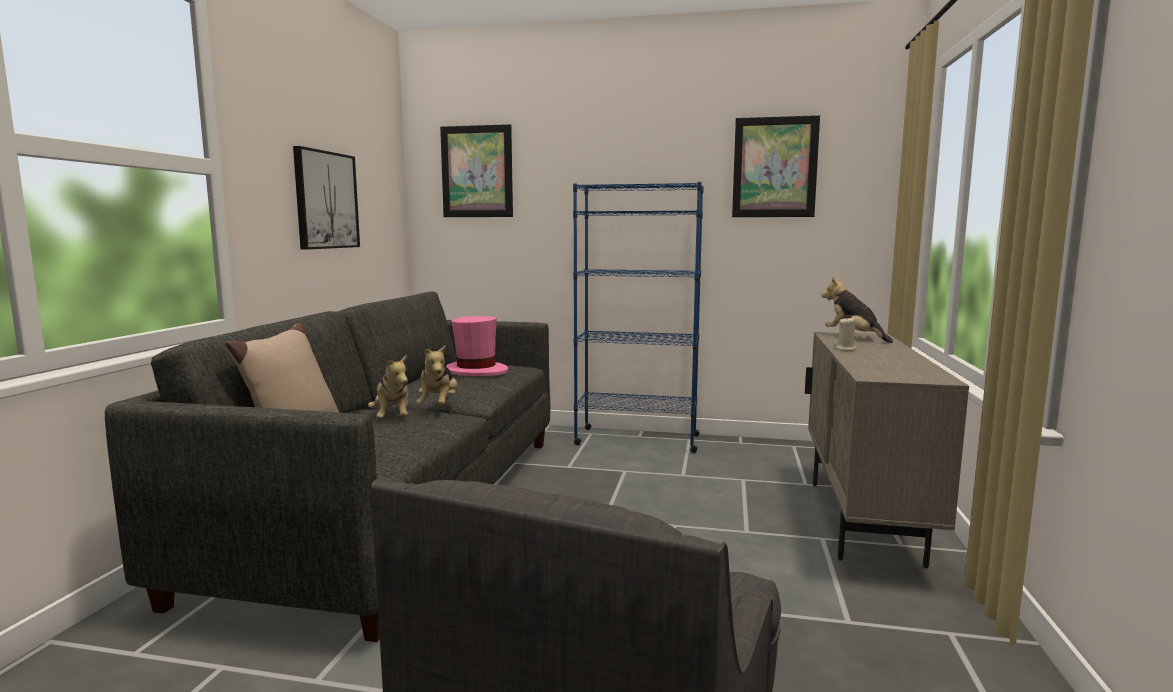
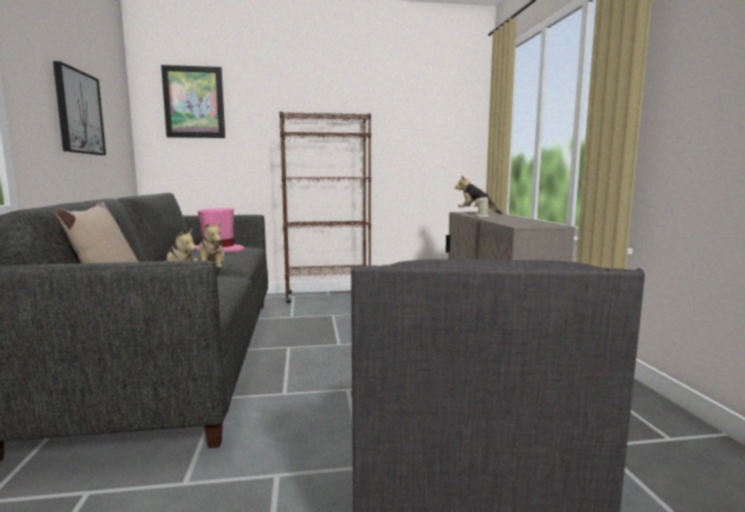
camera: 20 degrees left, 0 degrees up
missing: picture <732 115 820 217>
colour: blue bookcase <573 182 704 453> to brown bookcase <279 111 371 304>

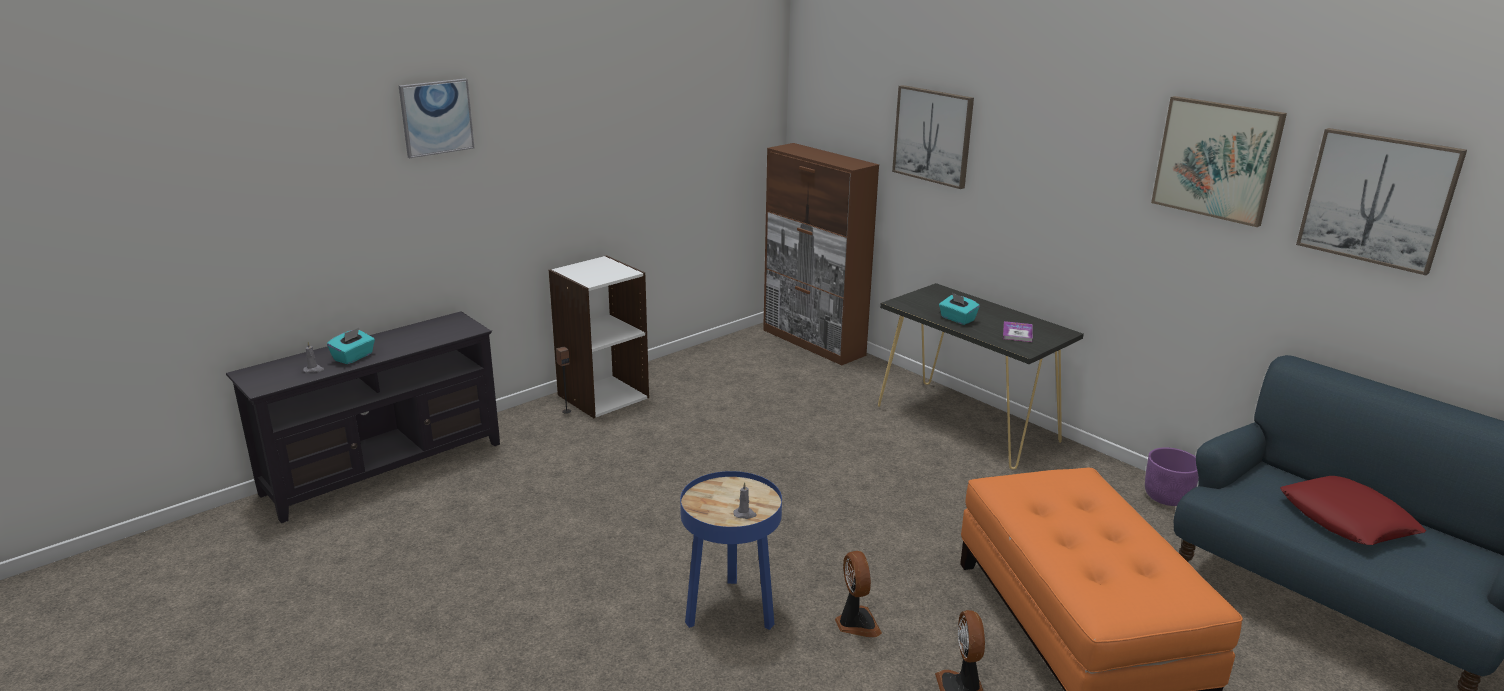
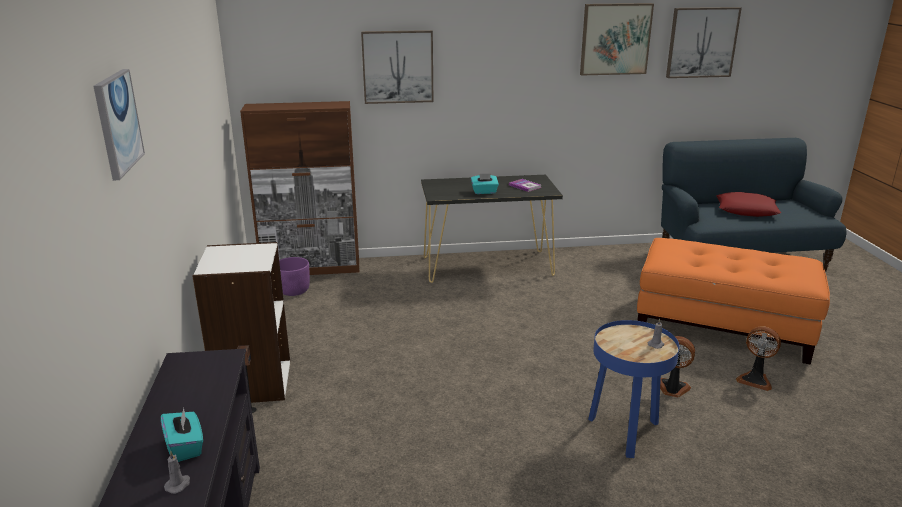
camera: 55 degrees left, 0 degrees up
relocated: purple planter <1145 447 1199 506> to <279 257 310 296>

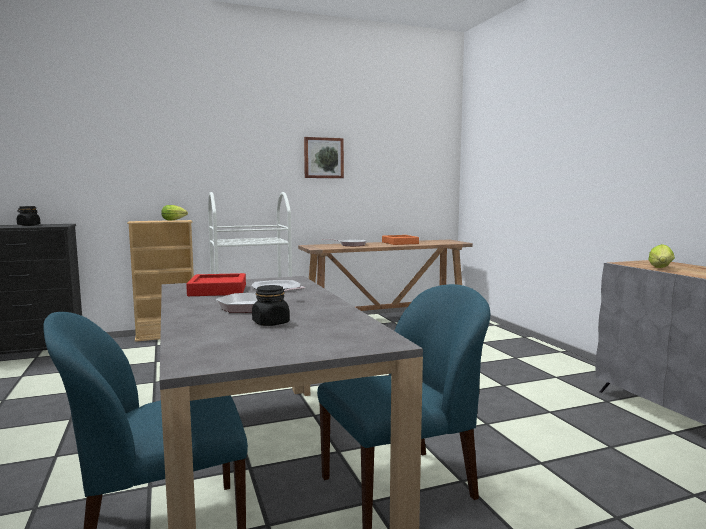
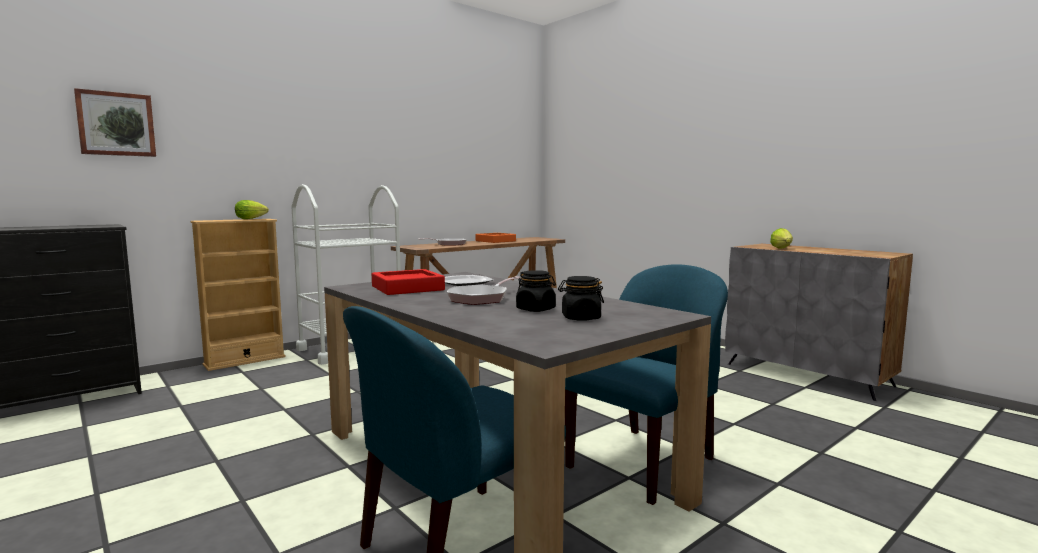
camera: 20 degrees left, 0 degrees up
relocated: picture <304 137 344 178> to <74 88 156 157>; black jar <17 206 40 226> to <558 276 604 321>

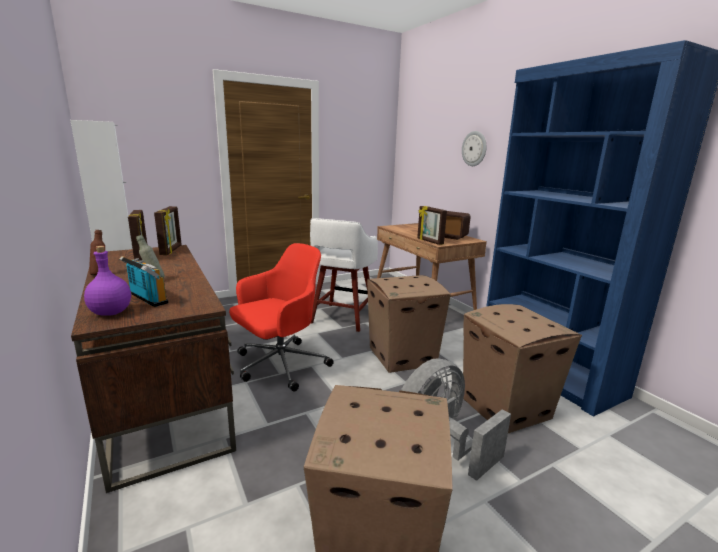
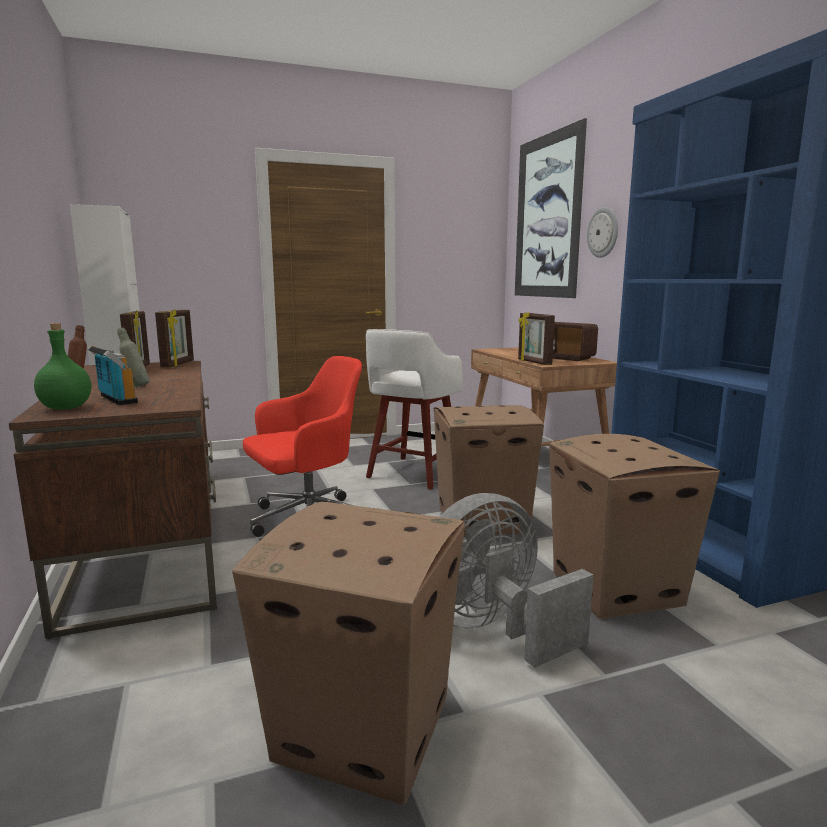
camera: 10 degrees right, 5 degrees down
appeared: picture <515 118 587 298>
colour: purple bottle <84 246 131 316> to green bottle <34 323 91 410>

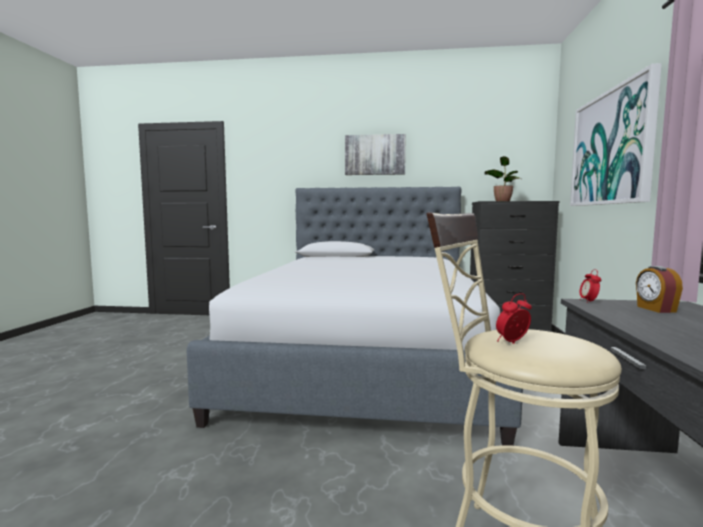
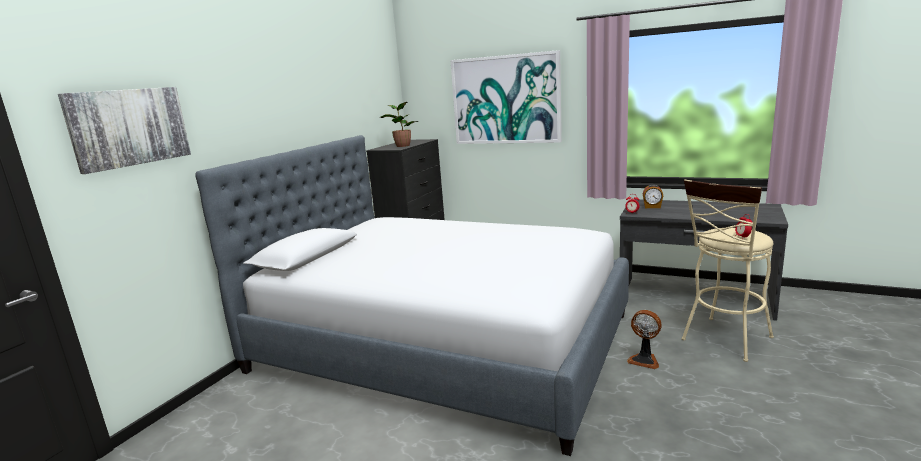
camera: 70 degrees left, 10 degrees up
appeared: fan <627 310 662 369>
relocated: picture <345 134 406 175> to <58 87 191 174>

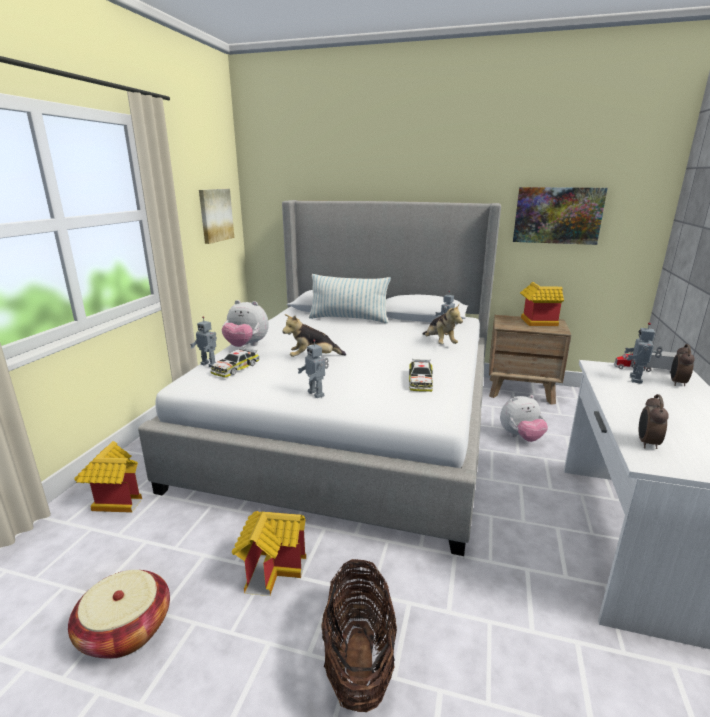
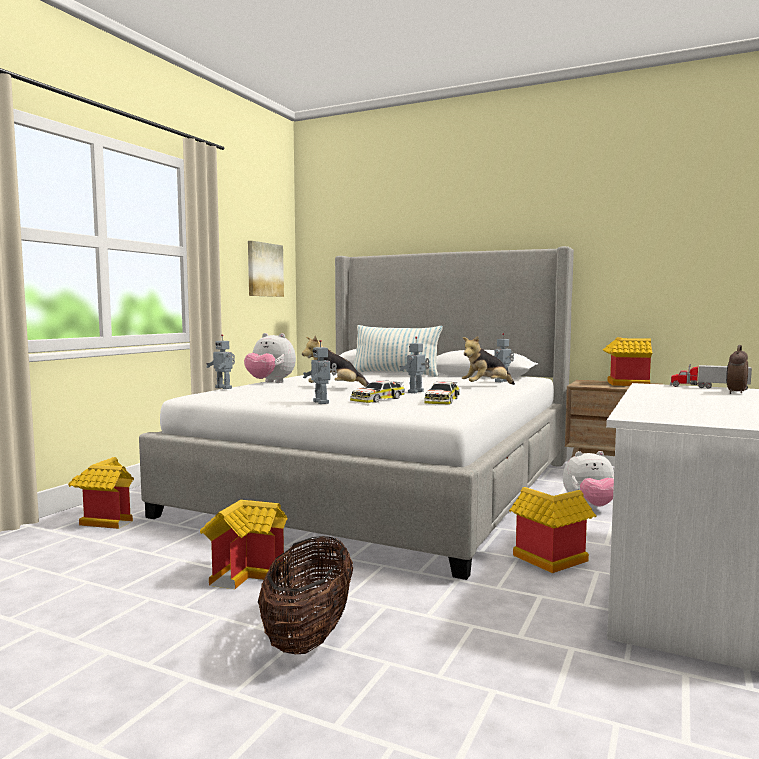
camera: 10 degrees right, 15 degrees down
missing: picture <513 187 608 245>; alarm clock <639 394 669 449>; basket <68 570 170 659>
appeared: toy house <509 487 596 573>
relocated: toy robot <624 322 663 384> to <399 337 430 393>; toy car <211 347 259 377> to <350 380 405 403>
spun: plush toy <423 304 463 344> = <462 336 515 385> 75 degrees clockwise

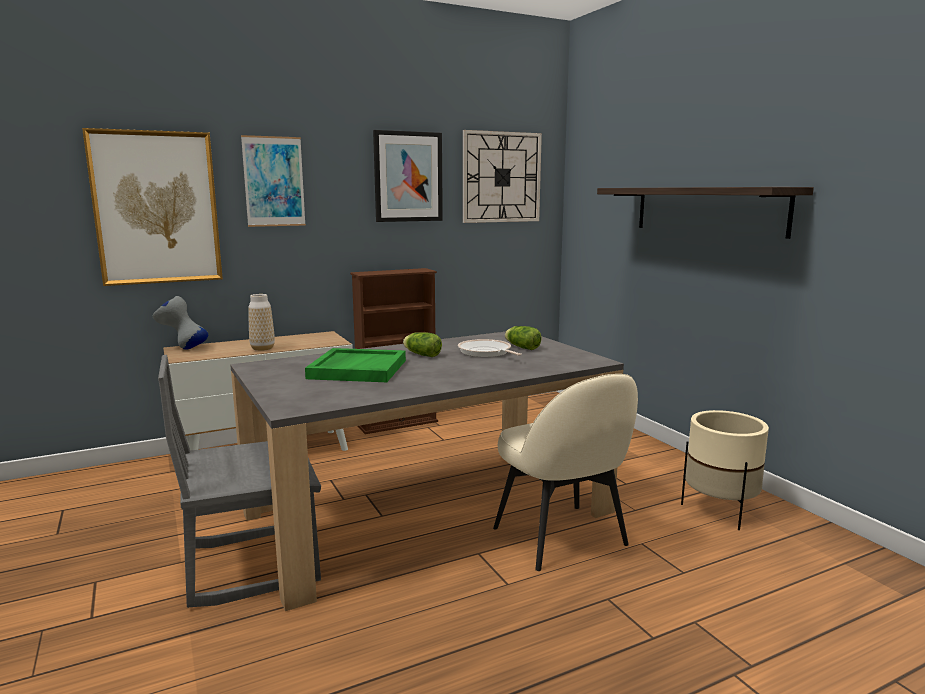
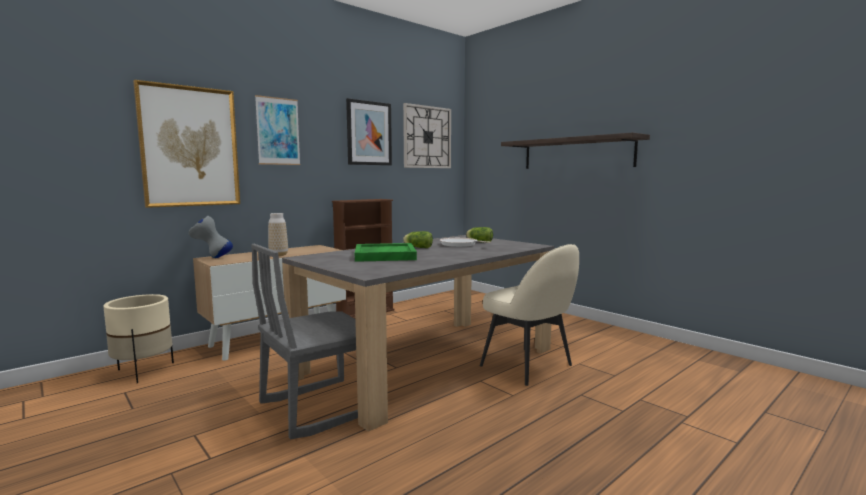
camera: 15 degrees left, 5 degrees down
relocated: beige planter <681 410 769 530> to <103 294 174 383>

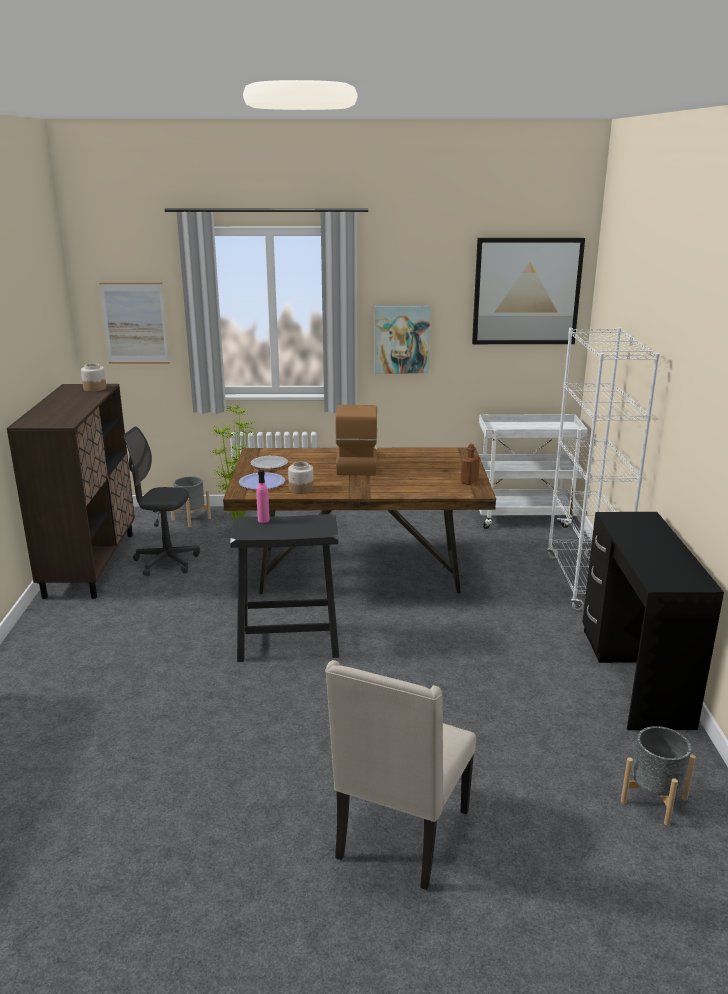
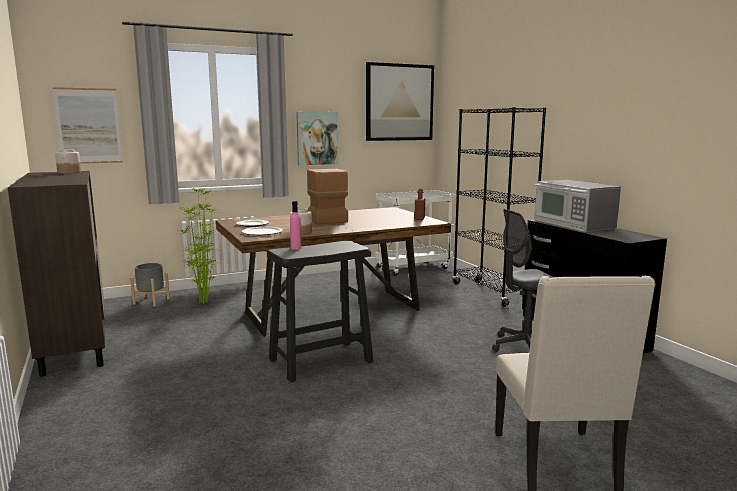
camera: 25 degrees left, 10 degrees down
missing: grey planter <621 726 696 826>
appeared: microwave <534 180 621 232>
relocated: grey office chair <123 426 200 576> to <492 209 555 352>
colour: white bookcase <547 328 660 611> to black bookcase <453 107 546 307>

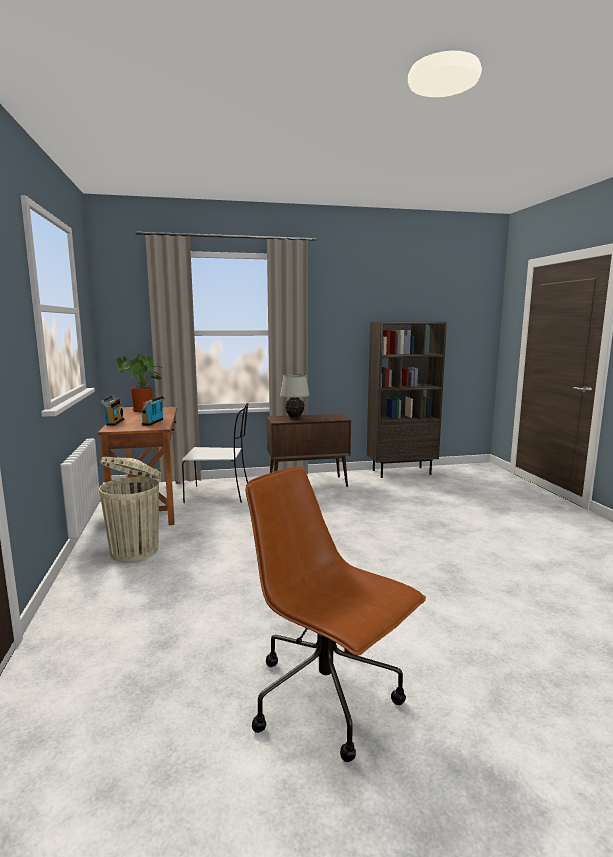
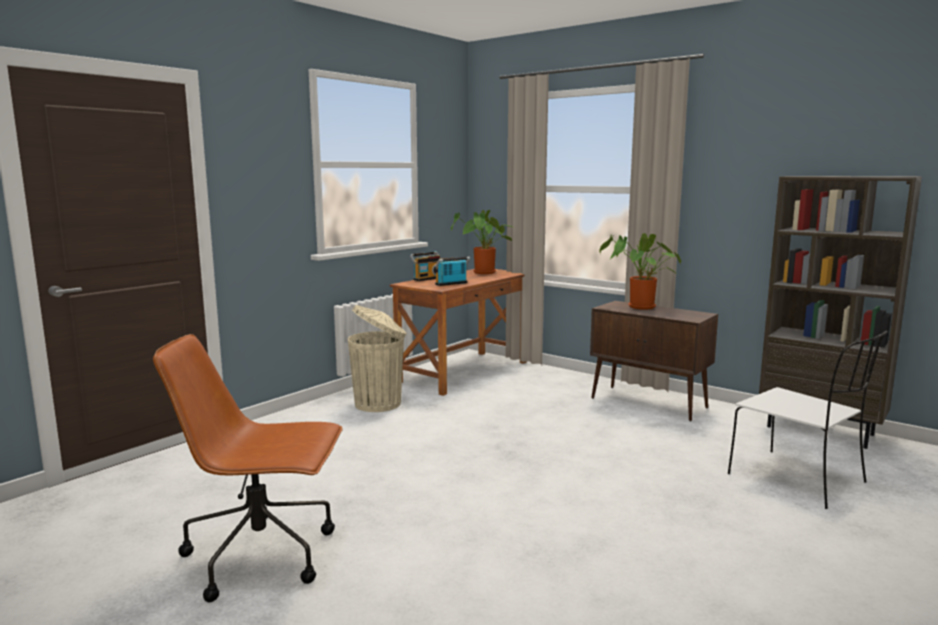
camera: 50 degrees right, 0 degrees up
relocated: white chair <182 403 248 503> to <728 331 888 509>
exchanged: white table lamp <280 374 310 418> to potted plant <600 233 681 310>
spun: brown office chair <246 466 426 762> = <153 334 343 602> 90 degrees counterclockwise

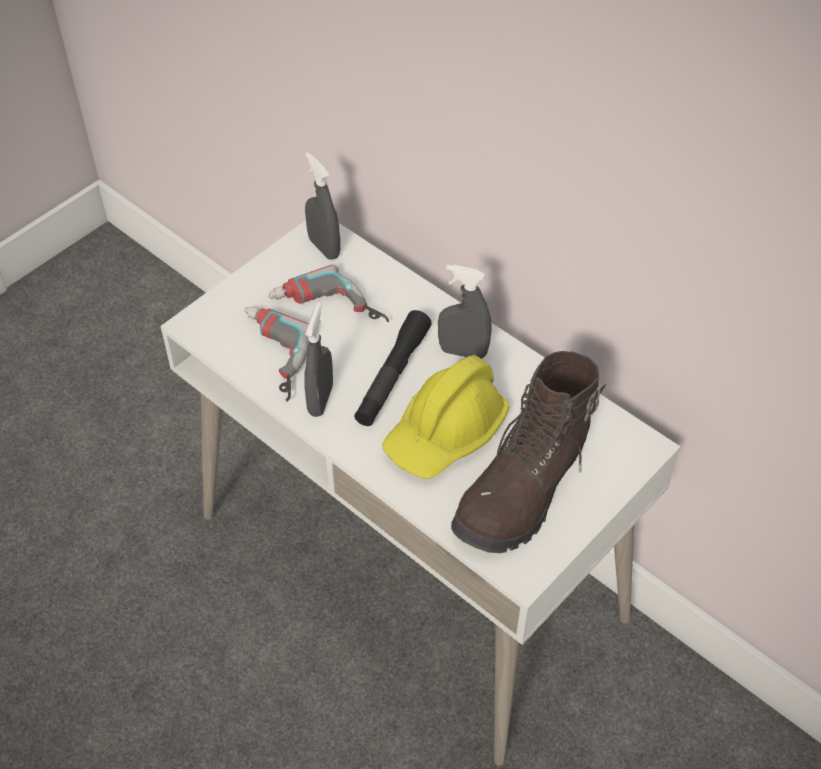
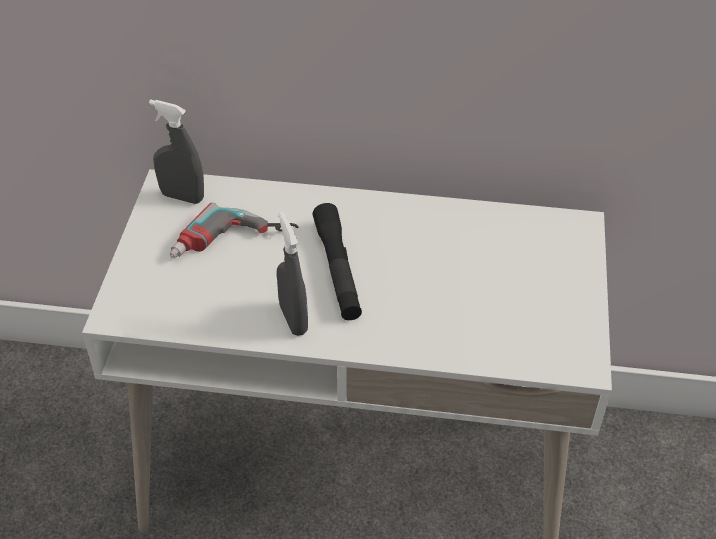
camera: 35 degrees left, 5 degrees down
missing: grey spray bottle <438 264 491 359>; power drill <244 306 309 402>; brown boot <451 351 606 553>; yellow hard hat <382 355 509 479>

